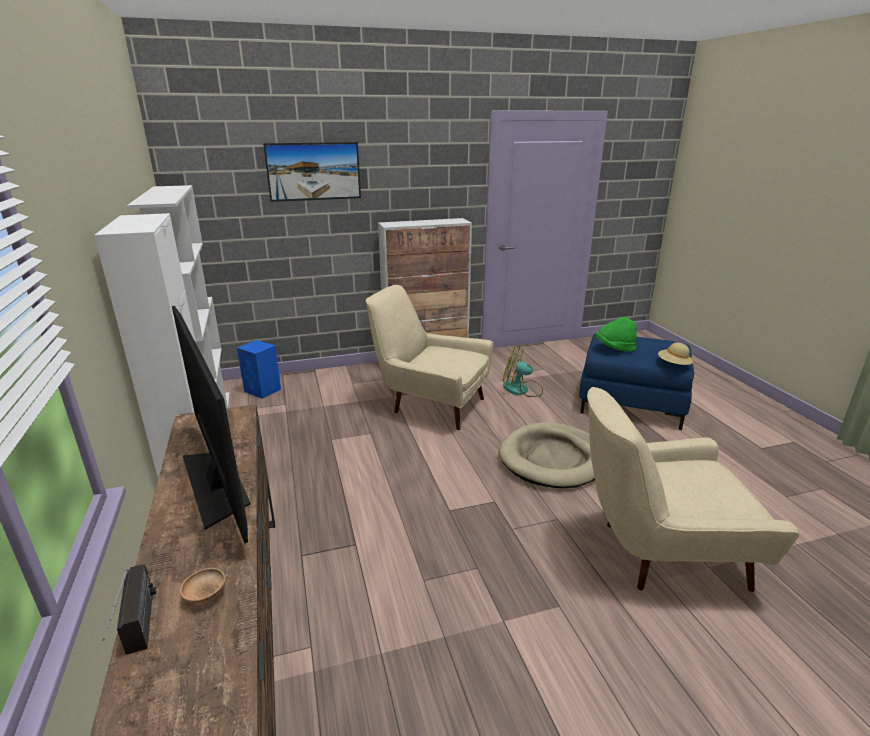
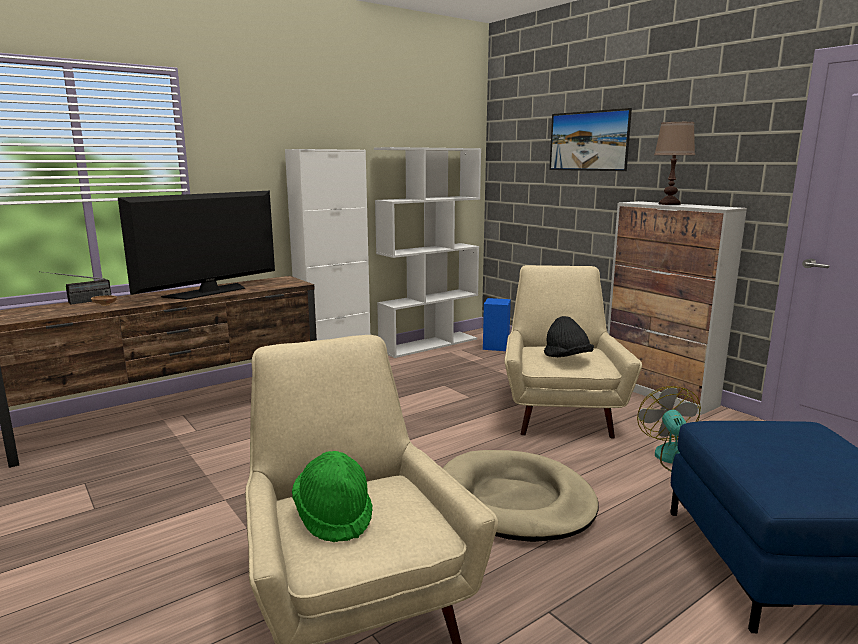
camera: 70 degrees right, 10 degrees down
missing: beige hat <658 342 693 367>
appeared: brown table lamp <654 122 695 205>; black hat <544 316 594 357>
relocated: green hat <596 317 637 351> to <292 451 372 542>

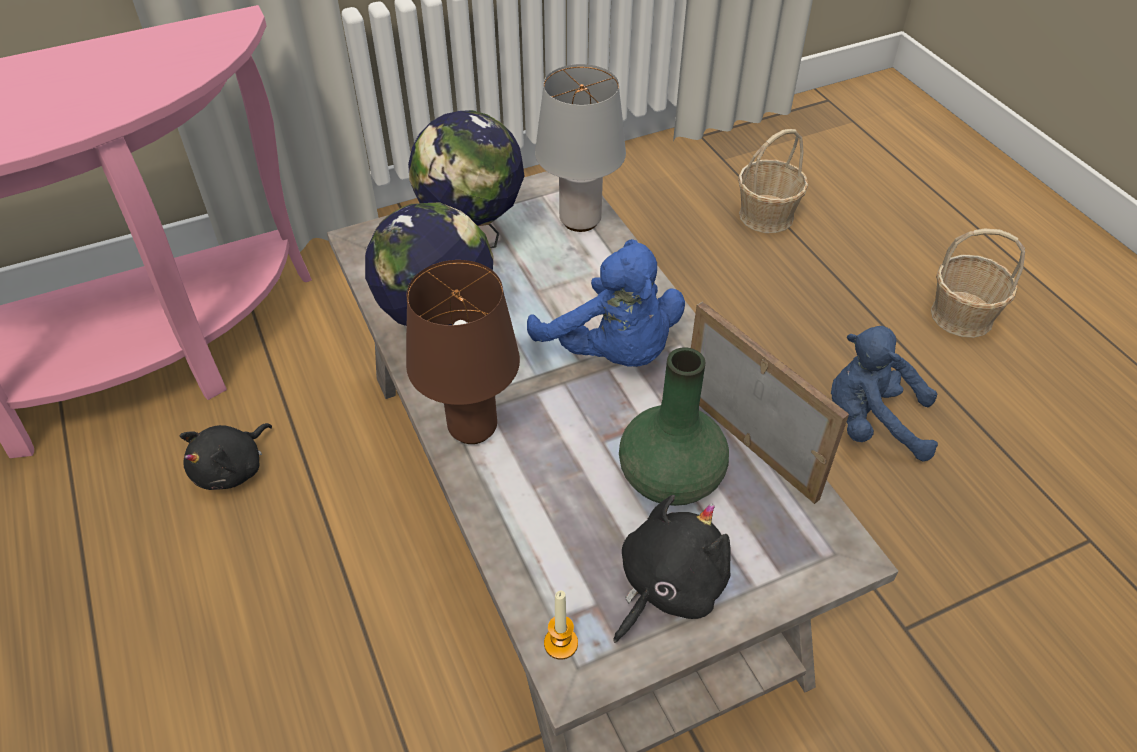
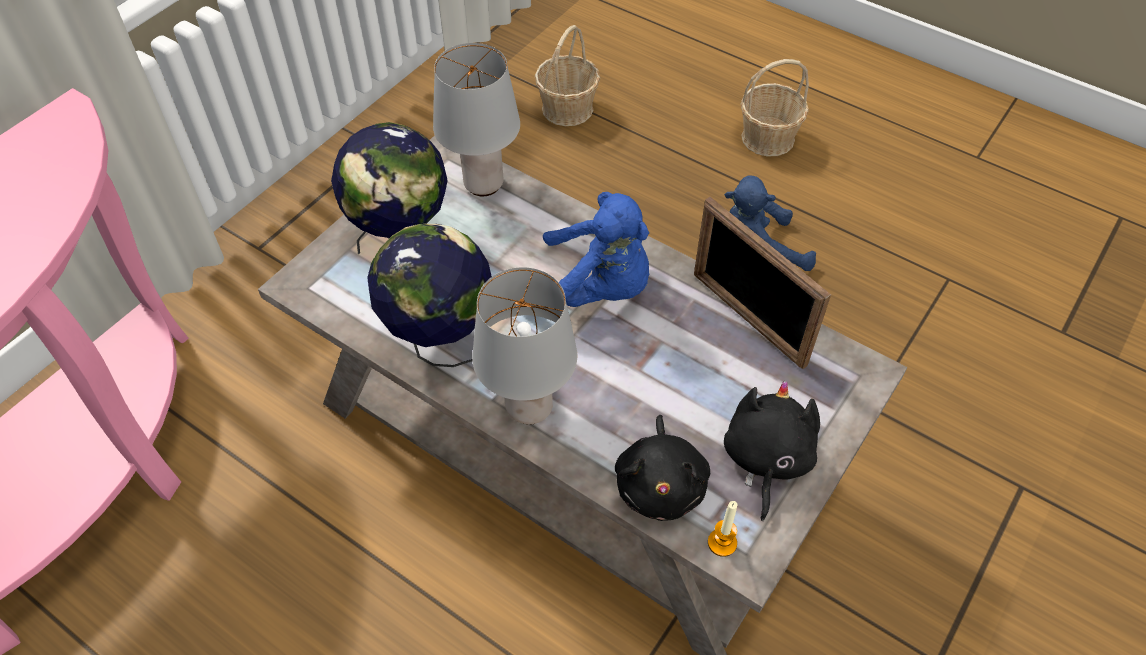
camera: 30 degrees left, 5 degrees up
missing: green vase <619 347 729 506>
relocated: black plush toy <180 423 272 490> to <615 415 710 521>
colour: brown table lamp <406 260 520 444> to grey table lamp <472 267 577 425>
spun: picture frame <691 302 849 504> = <694 197 831 369> 150 degrees counterclockwise

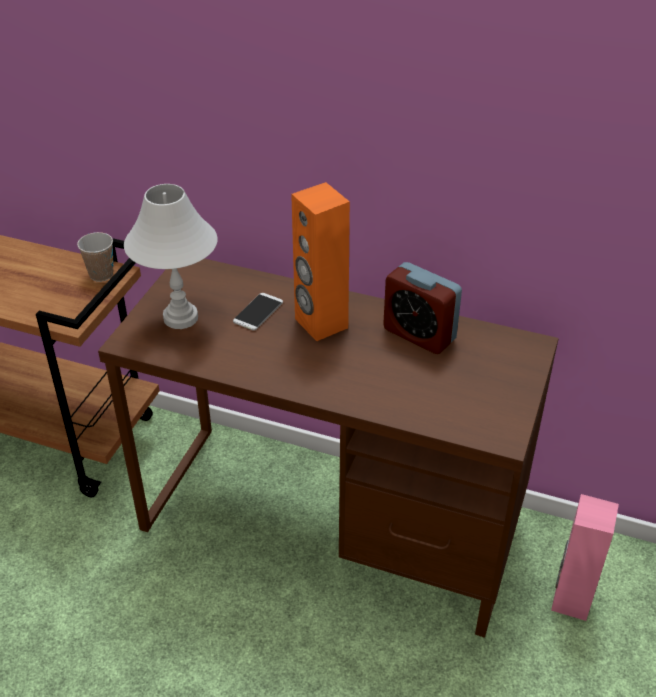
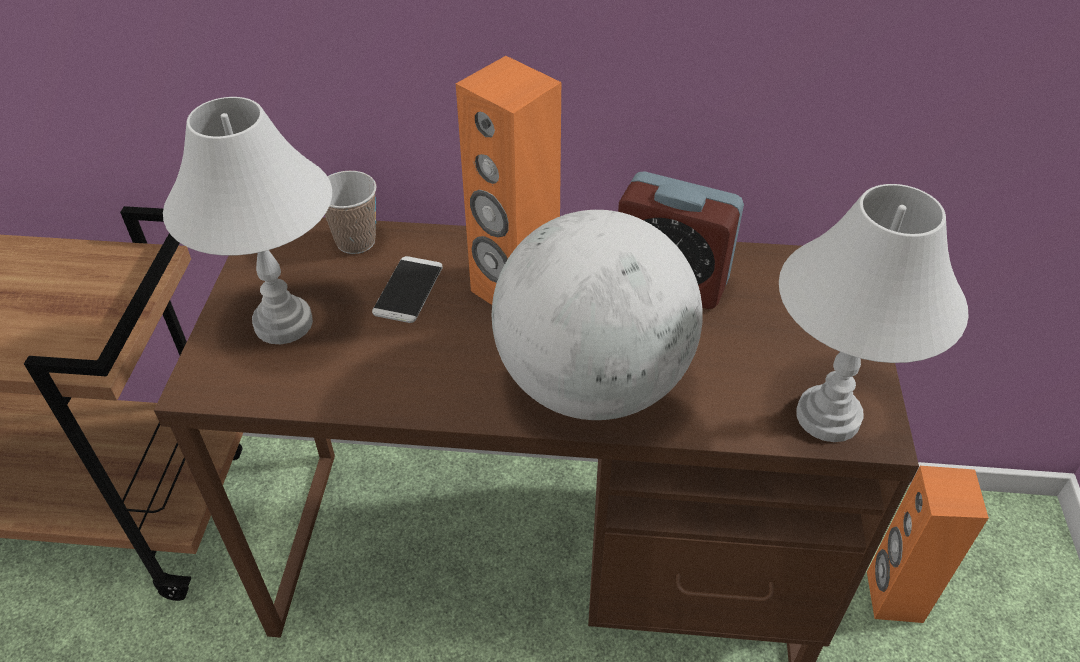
camera: 15 degrees left, 5 degrees up
appeared: white table lamp <779 184 969 442>; globe <492 210 702 420>
relocated: cup <77 232 114 282> to <325 171 377 254>
colour: pink speaker <551 494 619 621> to orange speaker <867 466 989 623>

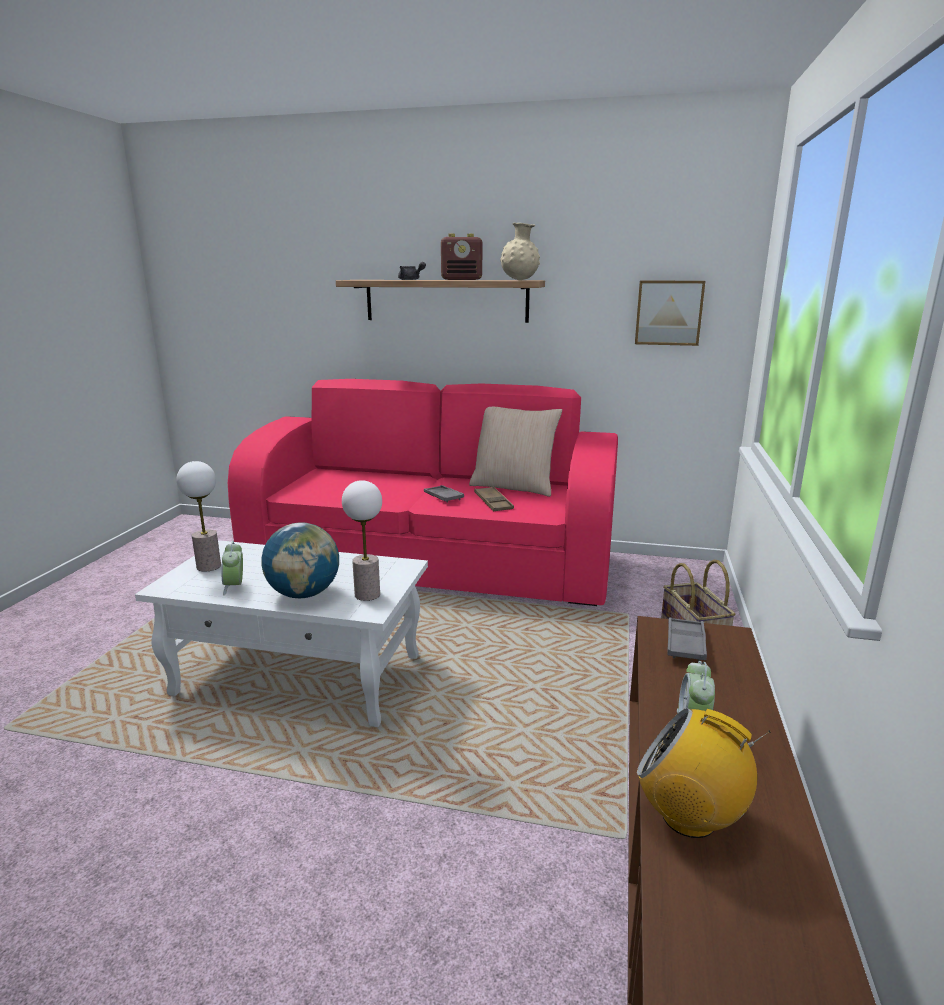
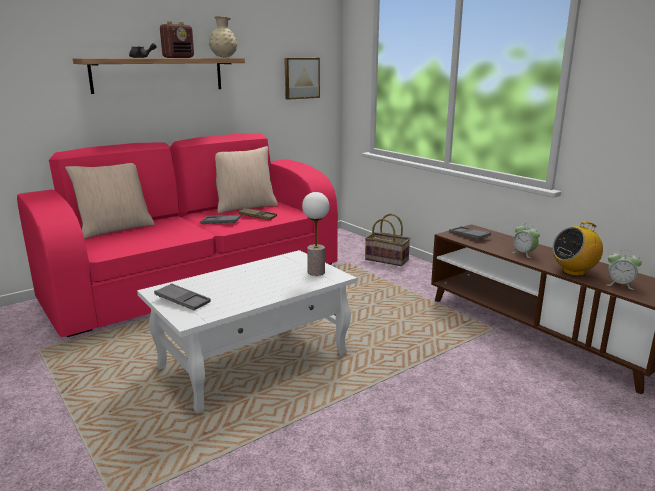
camera: 50 degrees left, 0 degrees up
missing: globe <261 522 339 598>
appeared: beige pillow <65 163 155 239>
relocated: alarm clock <221 541 243 595> to <607 250 642 290>
exchanged: table lamp <177 461 221 572> to grey tray <154 283 211 310>

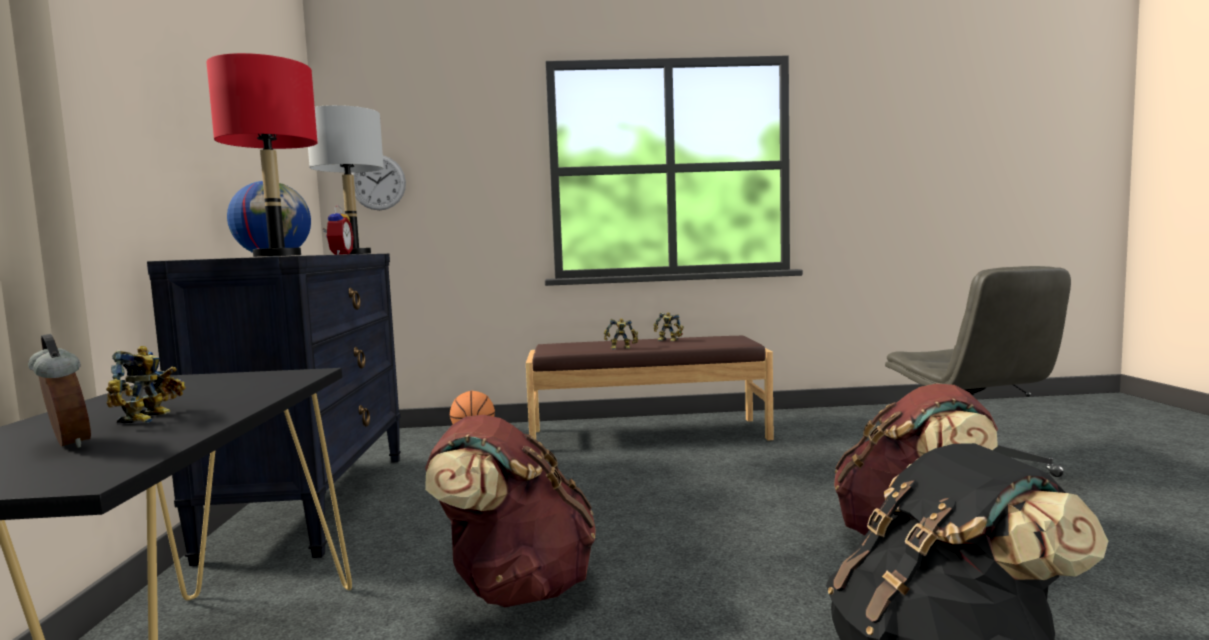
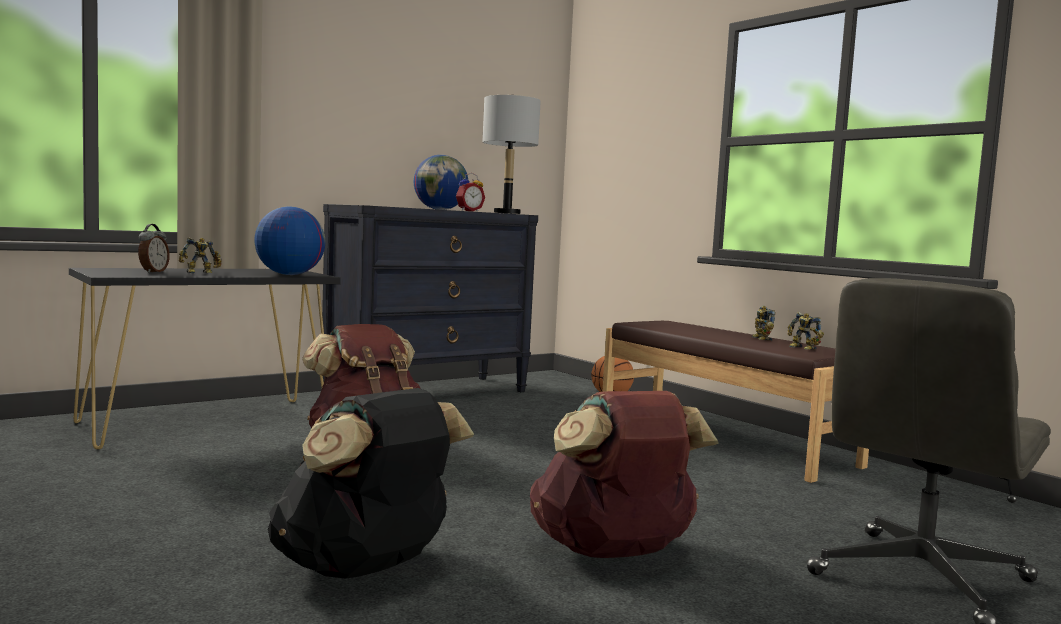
camera: 55 degrees right, 0 degrees up
missing: red table lamp <206 53 318 257>; wall clock <351 155 406 210>
appeared: globe <254 207 325 275>
relocated: toy robot <604 318 638 349> to <788 312 824 350>

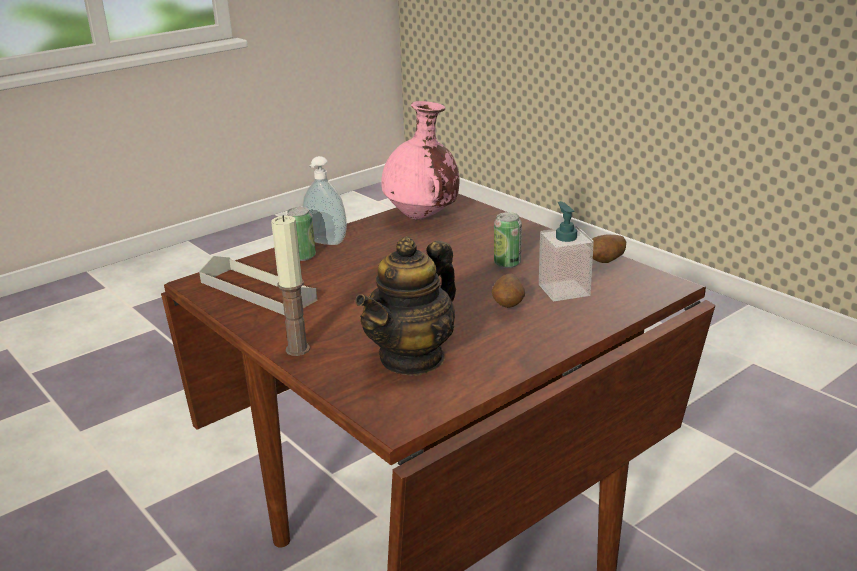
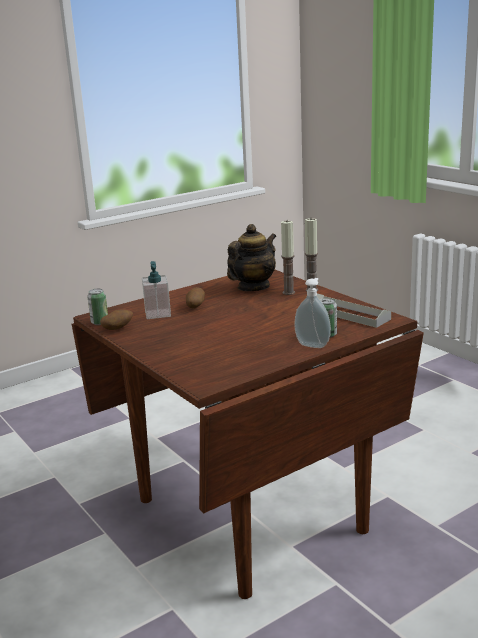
camera: 175 degrees left, 5 degrees down
missing: pink vase <381 101 460 220>
appeared: candle <281 221 295 295>
relocated: can <494 212 522 268> to <87 289 108 325>

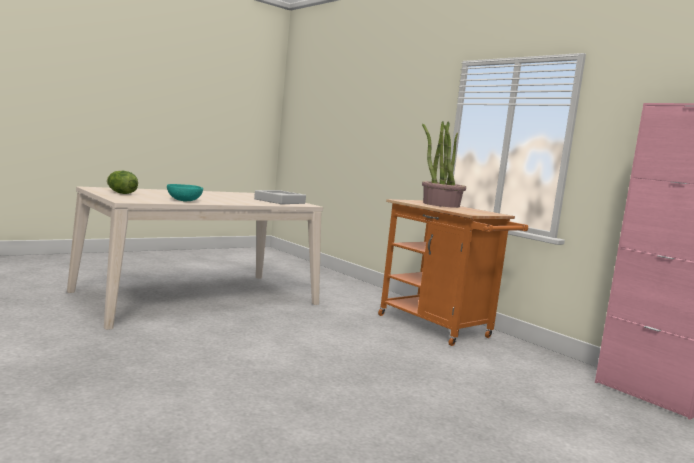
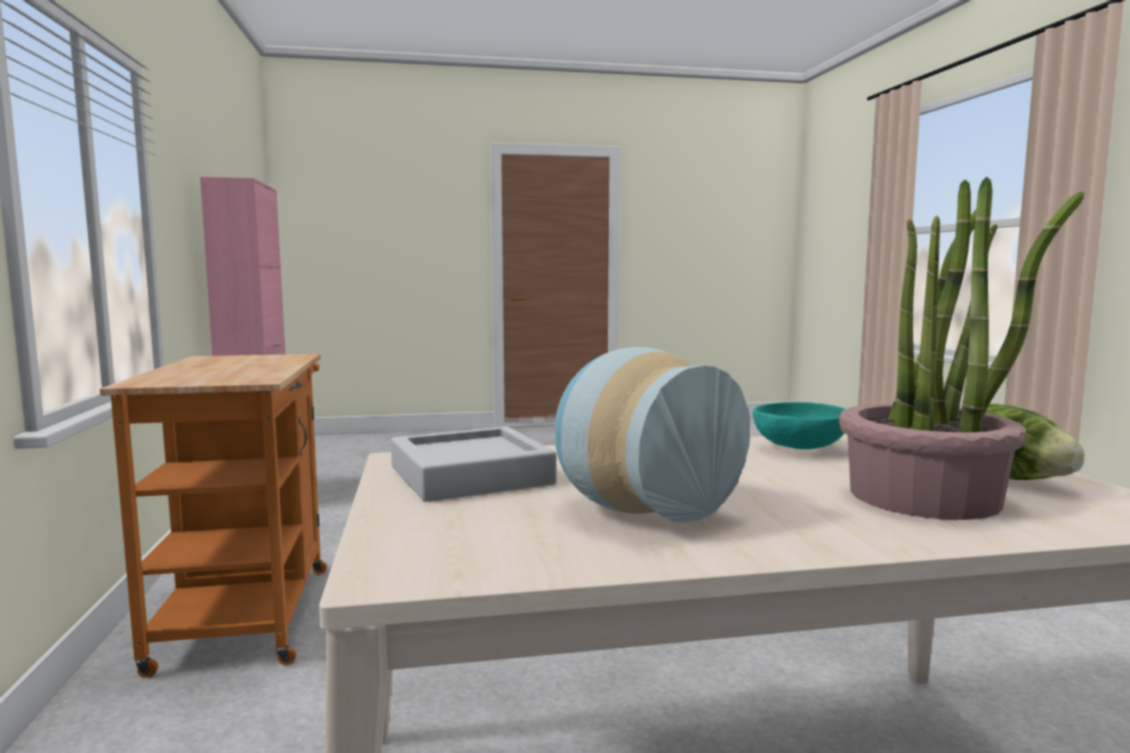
camera: 150 degrees left, 0 degrees up
appeared: vase <555 347 750 523>
relocated: potted plant <422 121 466 208> to <839 177 1084 520>

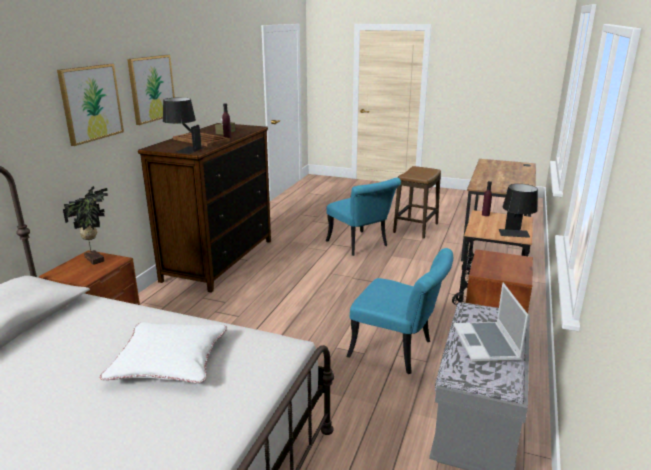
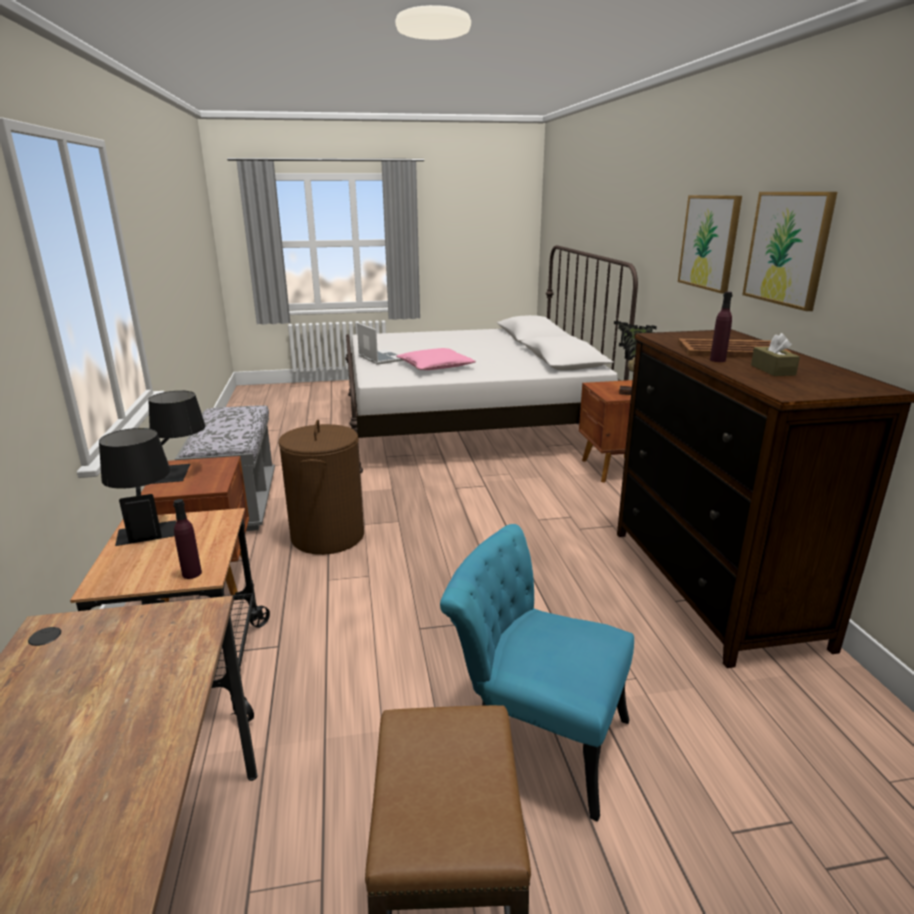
camera: 150 degrees right, 0 degrees up
relocated: black table lamp <163 97 204 154> to <148 391 205 484>; laptop <454 283 528 362> to <357 323 404 365>
exchanged: turquoise chair <346 248 453 374> to brown laundry basket <278 419 364 555>
colour: white pillow <100 322 227 383> to pink pillow <396 348 476 370>

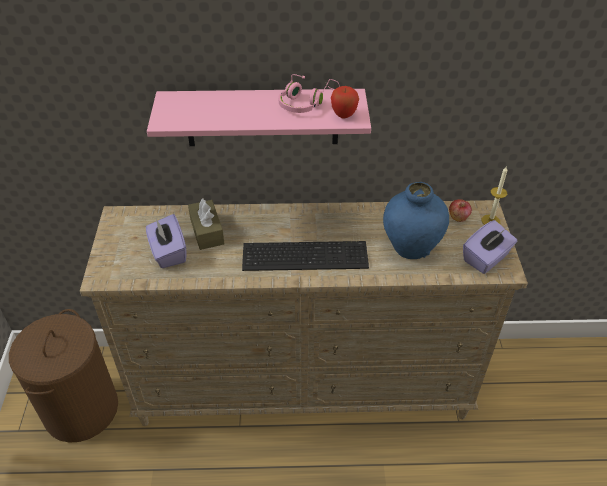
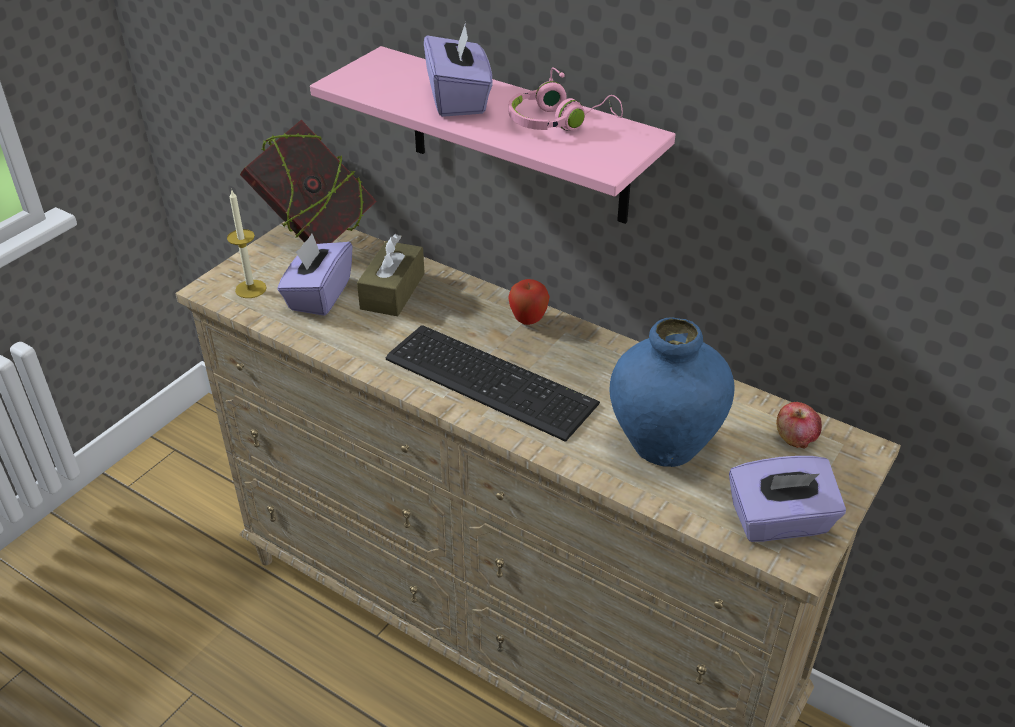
camera: 35 degrees right, 5 degrees down
missing: brown laundry basket <9 309 118 443>
appeared: purple tissue box <424 22 493 117>; book <240 120 377 244>
relocated: apple <331 86 359 119> to <508 279 550 325>; candle <482 167 507 225> to <227 189 267 298>

